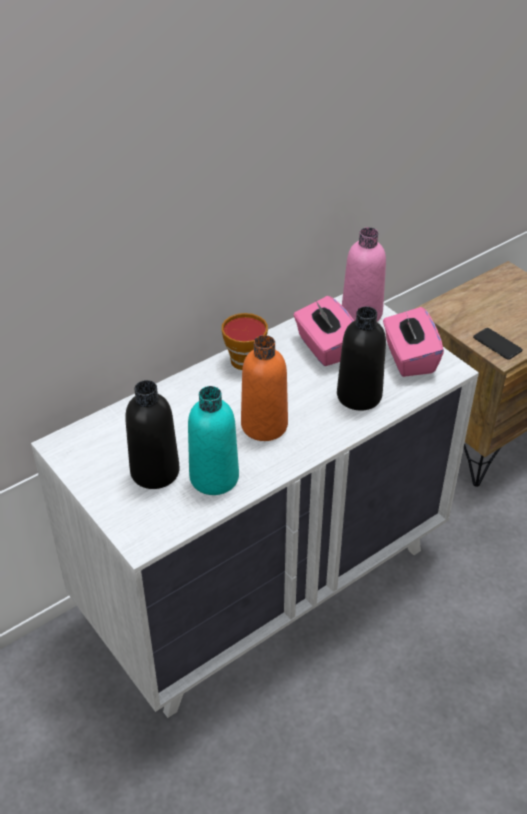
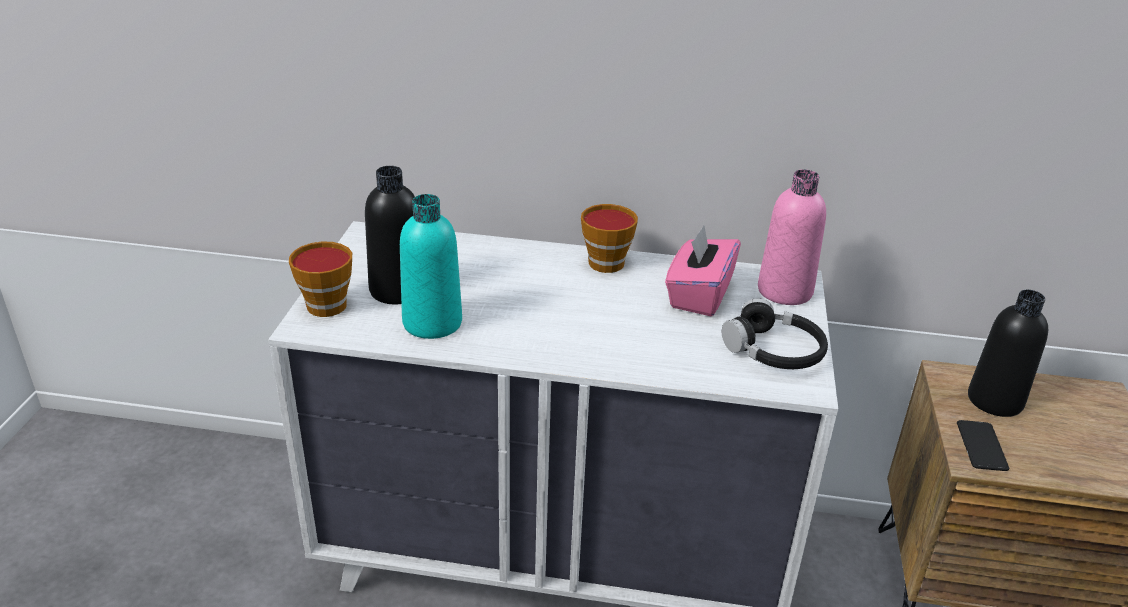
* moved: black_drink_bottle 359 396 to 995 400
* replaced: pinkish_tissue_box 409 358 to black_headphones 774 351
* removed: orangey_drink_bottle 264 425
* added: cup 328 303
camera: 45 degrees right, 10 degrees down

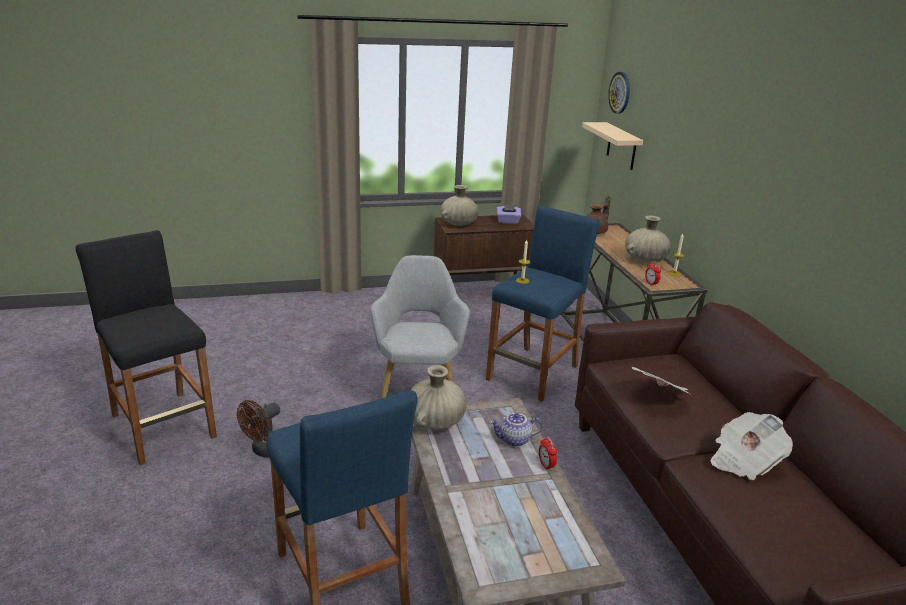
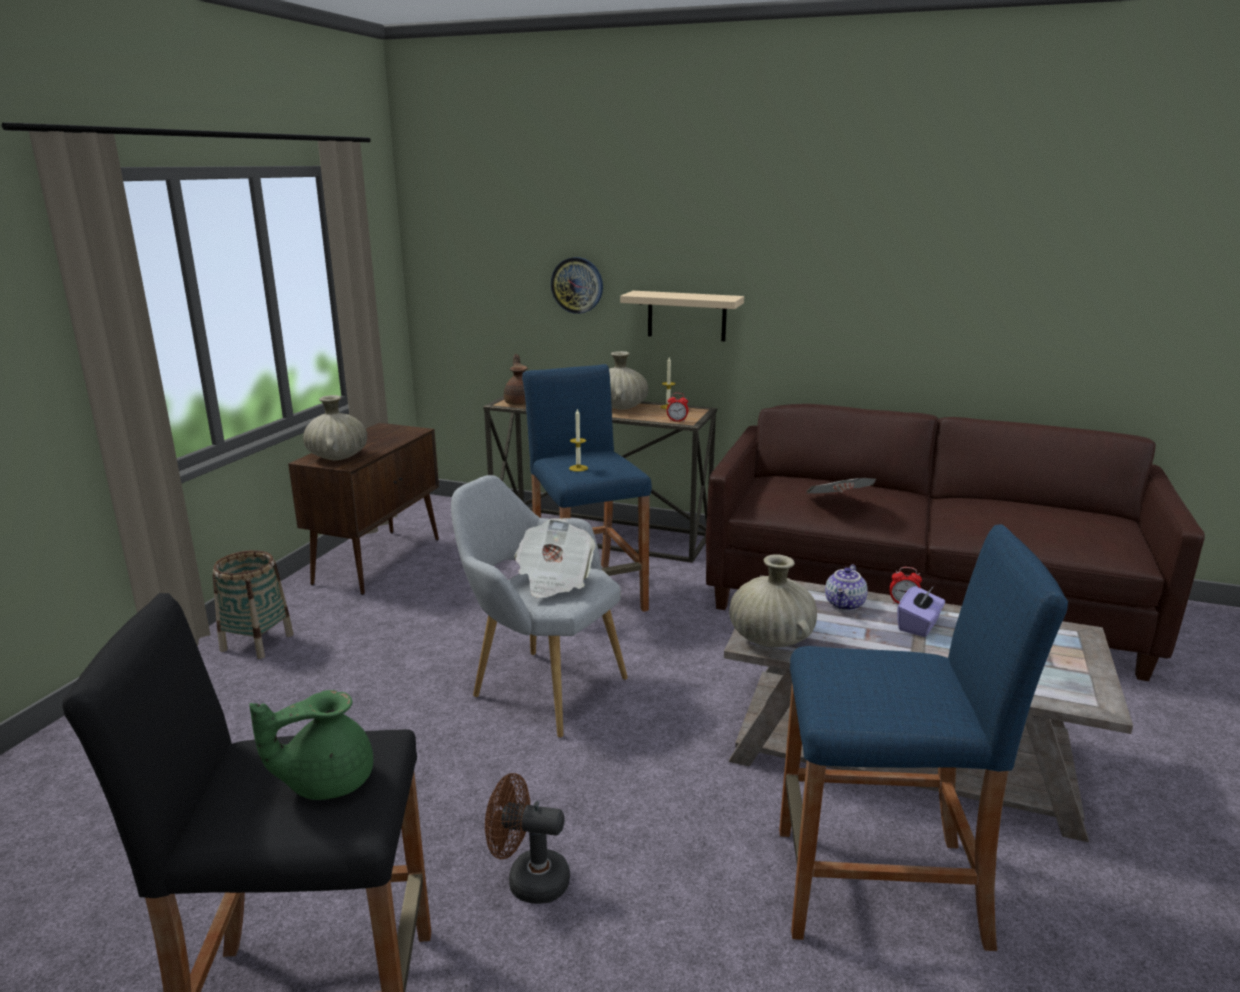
* moved: wall_clock 620 92 to 577 285
* moved: sand-coloured_shelf 621 146 to 686 316
* moved: purplish_tissue_box 508 222 to 919 625
* turned: brown_fan 264 450 = 528 880 120 degrees clockwise
* moved: daily_paper 744 460 to 554 579
* added: household_basket 257 642
* added: green-coloured_teapot 326 781
camera: 55 degrees left, 5 degrees down

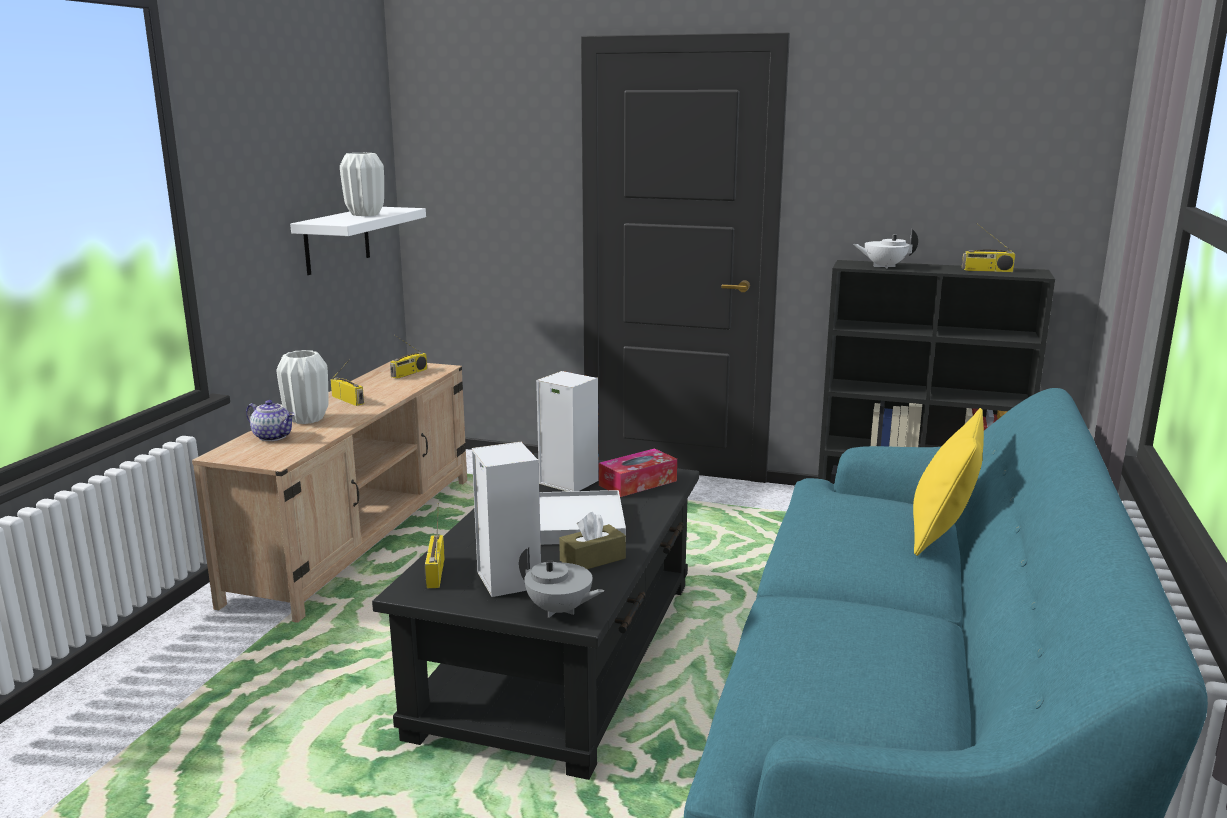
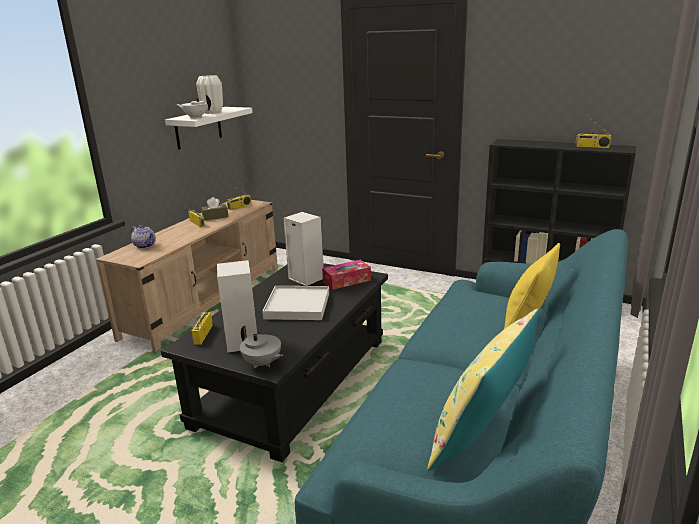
* moved: white_teapot 884 266 to 195 117
* removed: white_flower_vase 306 419
* moved: brown_tissue_box 592 559 to 215 217
* added: yellow-coloured_pillow 480 438
camera: 10 degrees right, 5 degrees up

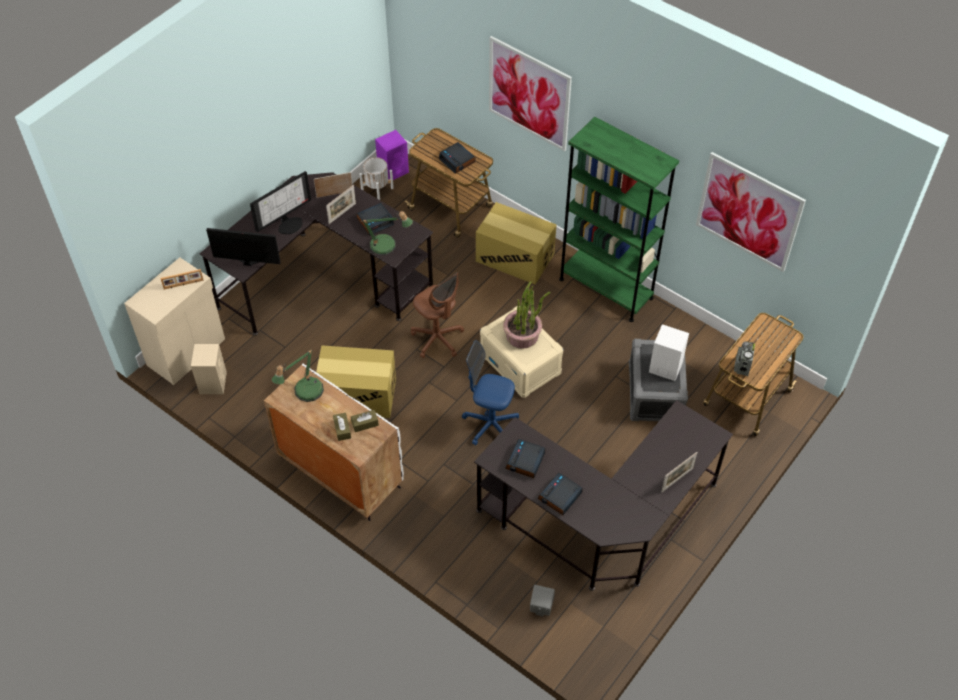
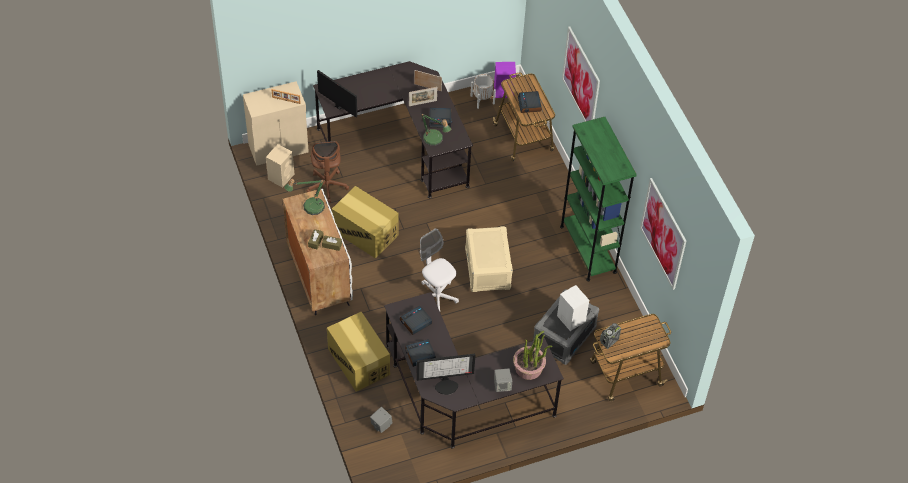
* moved: monitor 289 224 to 446 384
* moved: packing_box 515 257 to 359 362
* moved: brown_desk_chair 437 339 to 327 186
* moved: potted_plant 522 335 to 529 368
* recoloured: blue_desk_chair 490 425 to white_desk_chair 436 297
* replaced: standing_frame 677 480 to greyish_loudspeaker 502 386
camera: 30 degrees right, 0 degrees up

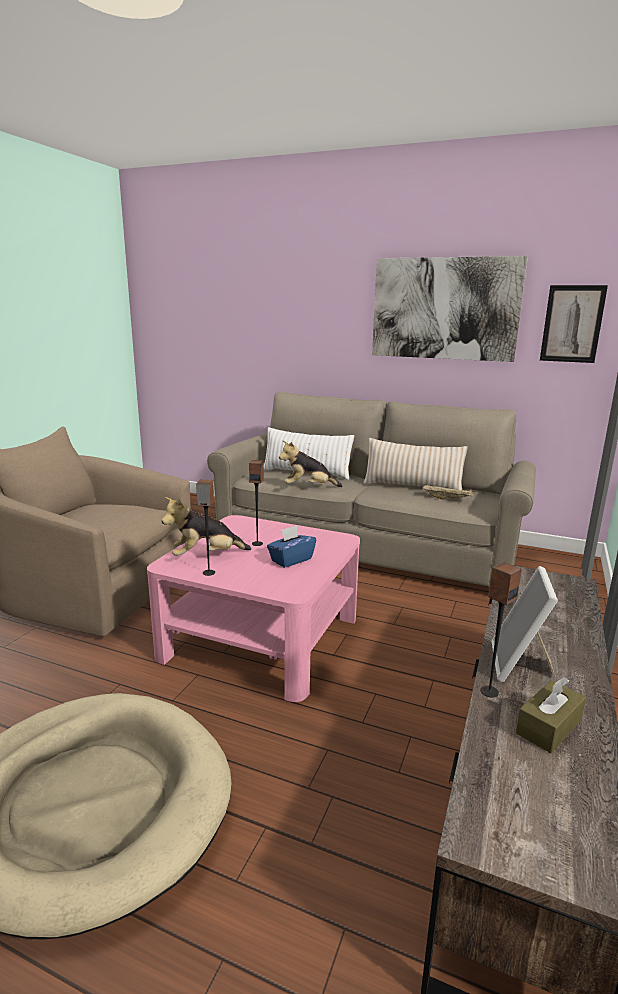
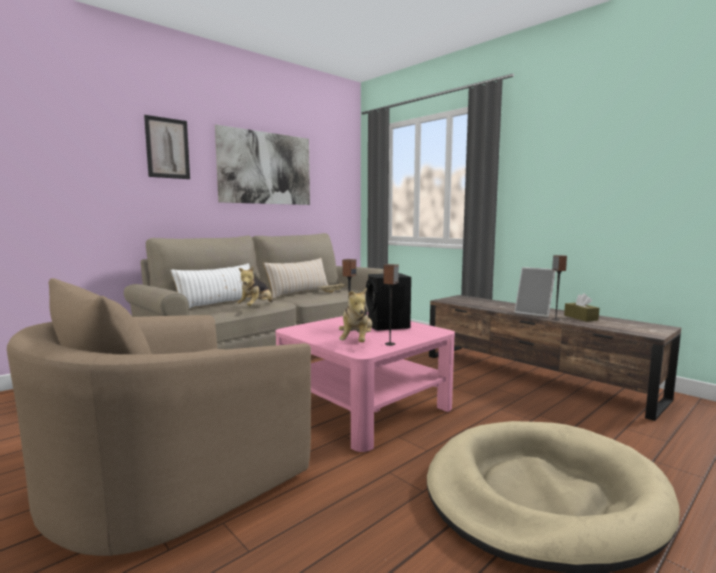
* moved: wall_picture 572 324 to 167 148
* replaced: blue_tissue_box 291 560 to black_loudspeaker 388 326
camera: 65 degrees left, 10 degrees down

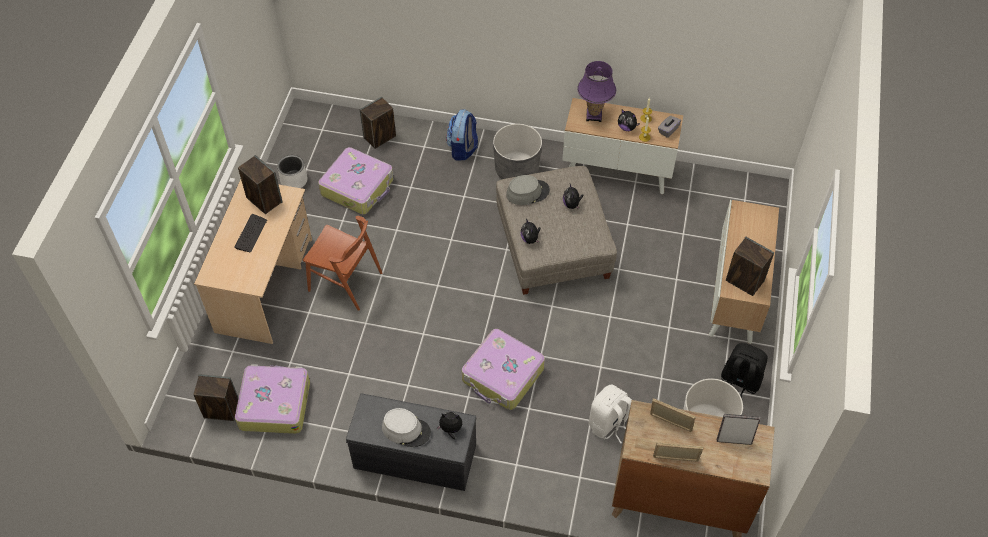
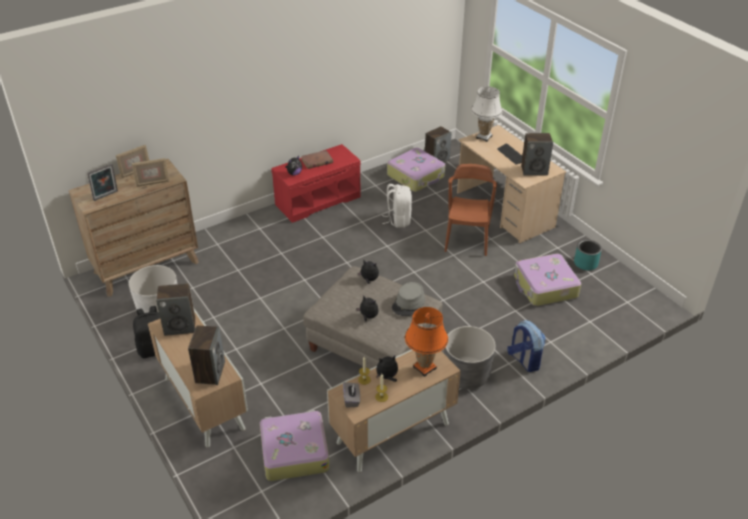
* recoloured: purplish_lamp_for_a_table 594 115 to orangey_lamp_for_a_table 424 368
* moved: loudspeaker 379 137 to 210 372
* recoloured: white_plant_pot 294 180 to blue-green_plant_pot 586 263
* turned: brown_plain_chair 345 281 = 467 239 120 degrees clockwise
* moved: suitcase 503 376 to 294 451
* moved: white_knapsack 608 424 to 398 220
* recoloured: greyish_long_seat 414 457 to red-coloured_long_seat 318 200
* replaced: greyish_clothing_hat 406 430 to brown_bound_book 317 161
* added: white_lamp_for_a_table 484 137
camera: 135 degrees right, 15 degrees down

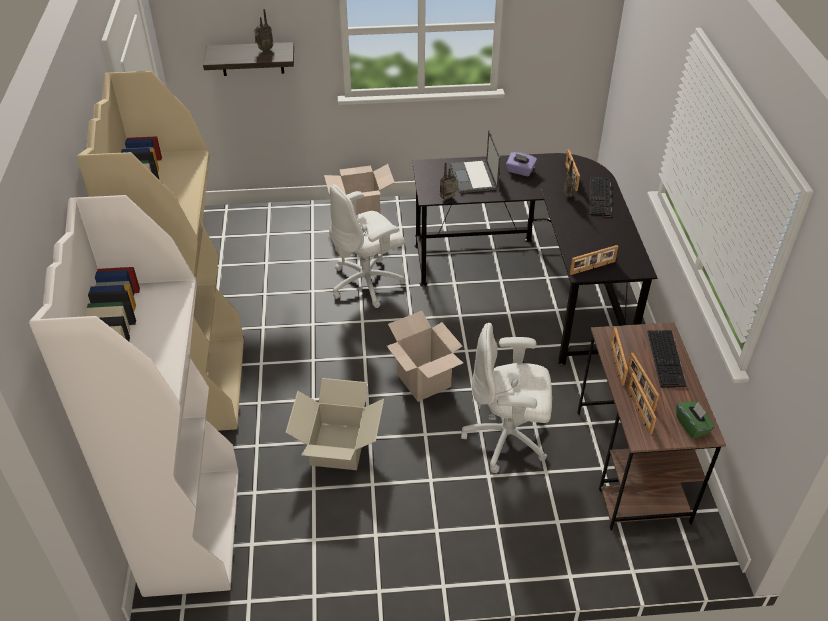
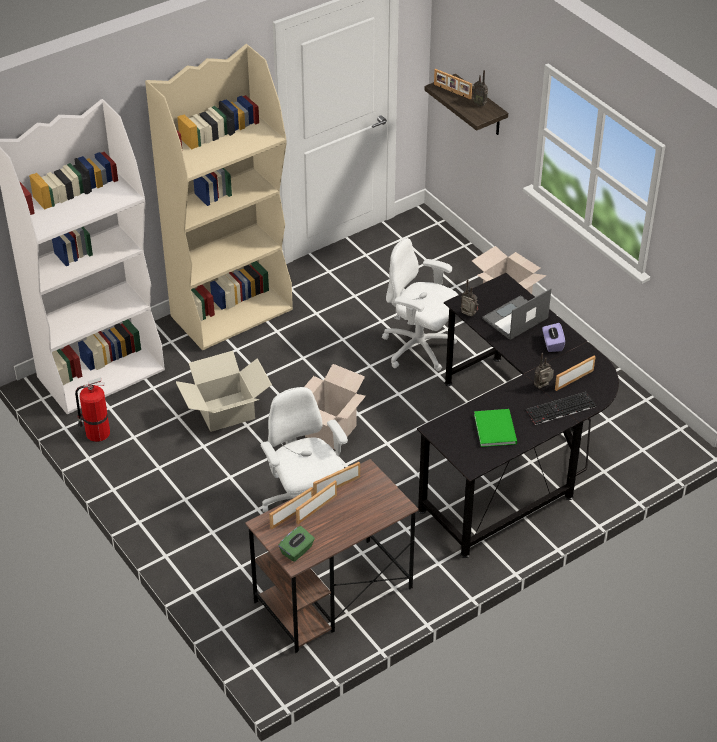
* moved: standing_frame 593 268 to 452 92
* removed: keyboard 667 359
* added: extinguisher 96 433
* added: green-coloured_bound_book 496 428
camera: 60 degrees right, 0 degrees up

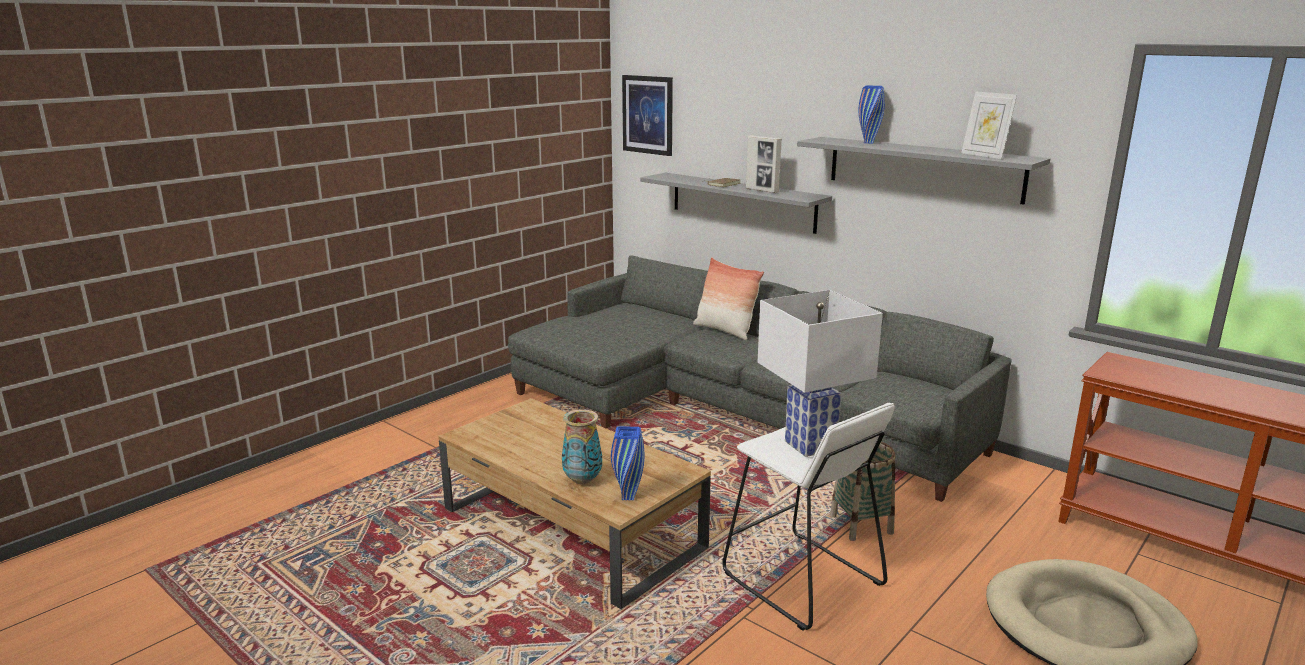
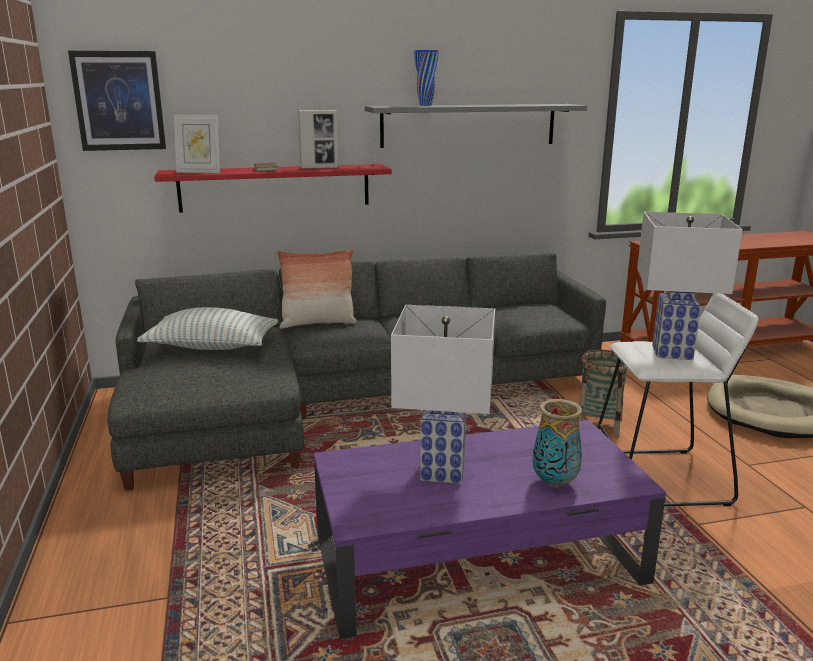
* moved: standing_frame 984 155 to 199 172
* recoloured: greyish_shelf 742 202 to red-coloured_shelf 275 187
* recoloured: brown_low_table 572 529 to purplish_low_table 479 560
* removed: blue_flower_vase 628 497
* added: white_lamp_for_a_table 444 471
* added: pillow 212 347
camera: 55 degrees left, 0 degrees up

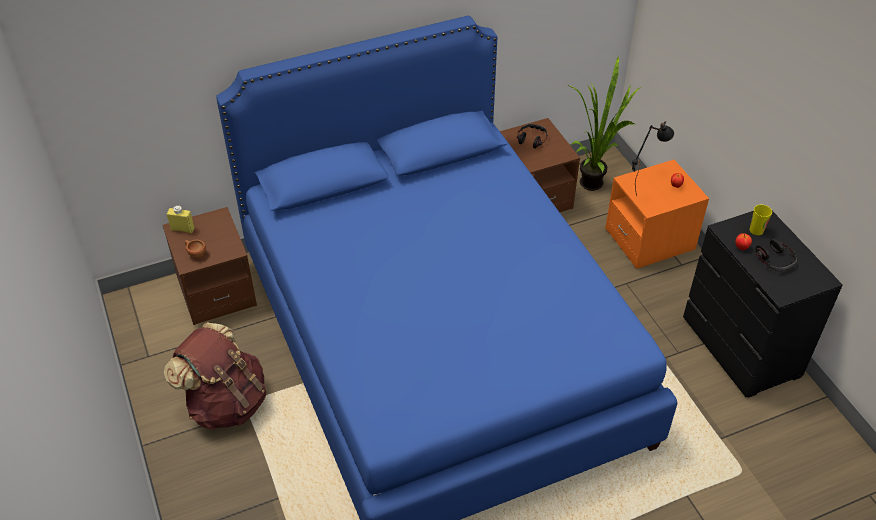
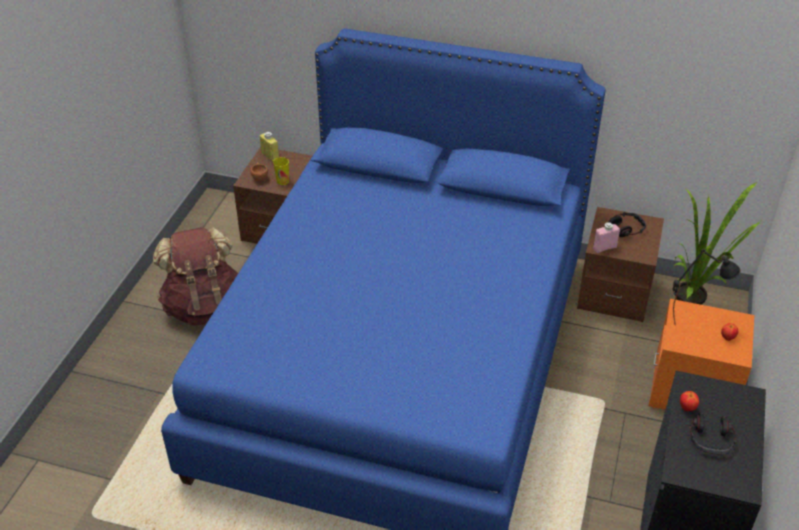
* moved: cup 756 230 to 282 181
* added: pinkish_drink_bottle 604 248
camera: 40 degrees right, 5 degrees down

